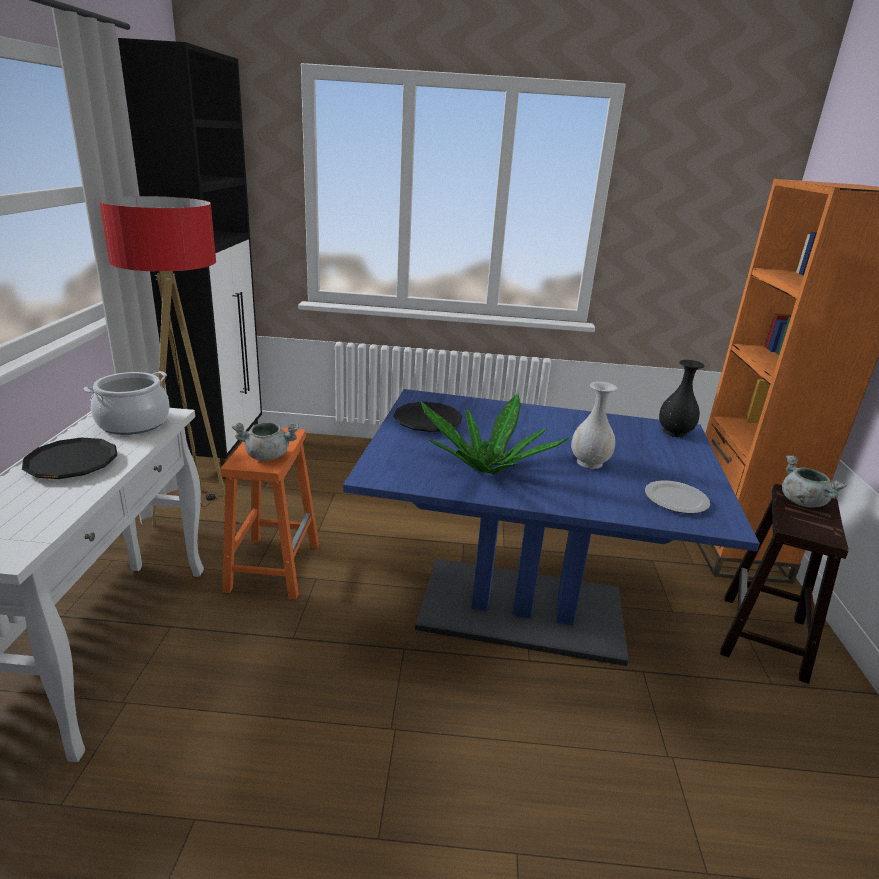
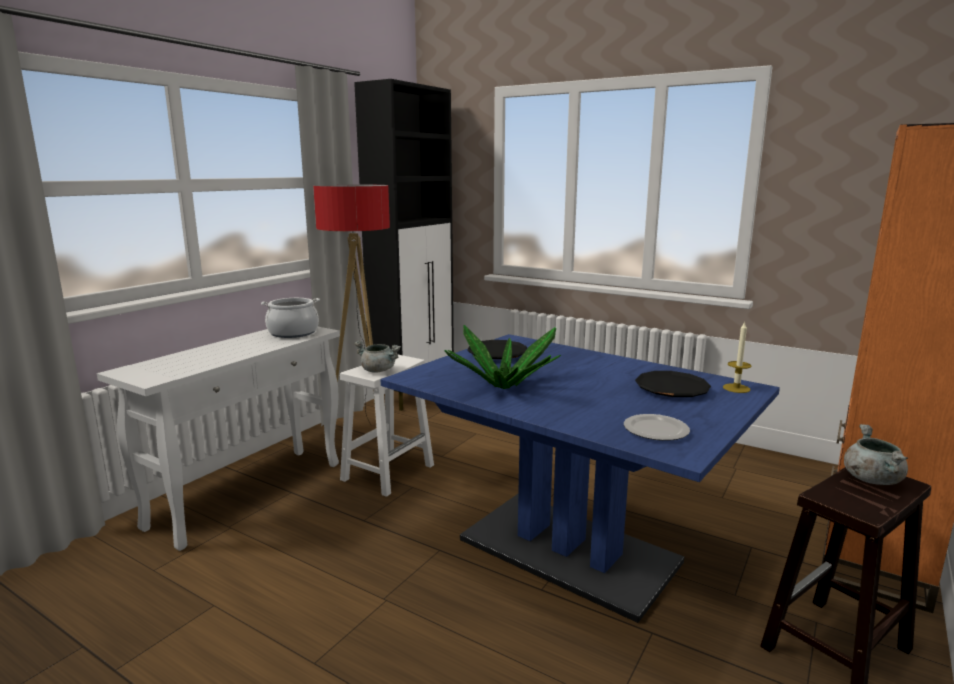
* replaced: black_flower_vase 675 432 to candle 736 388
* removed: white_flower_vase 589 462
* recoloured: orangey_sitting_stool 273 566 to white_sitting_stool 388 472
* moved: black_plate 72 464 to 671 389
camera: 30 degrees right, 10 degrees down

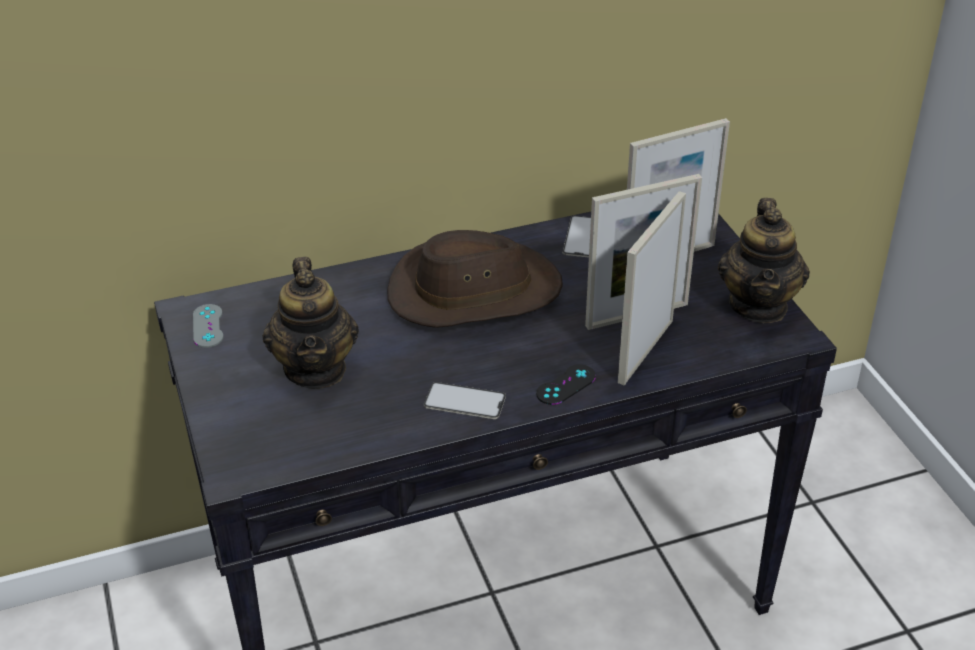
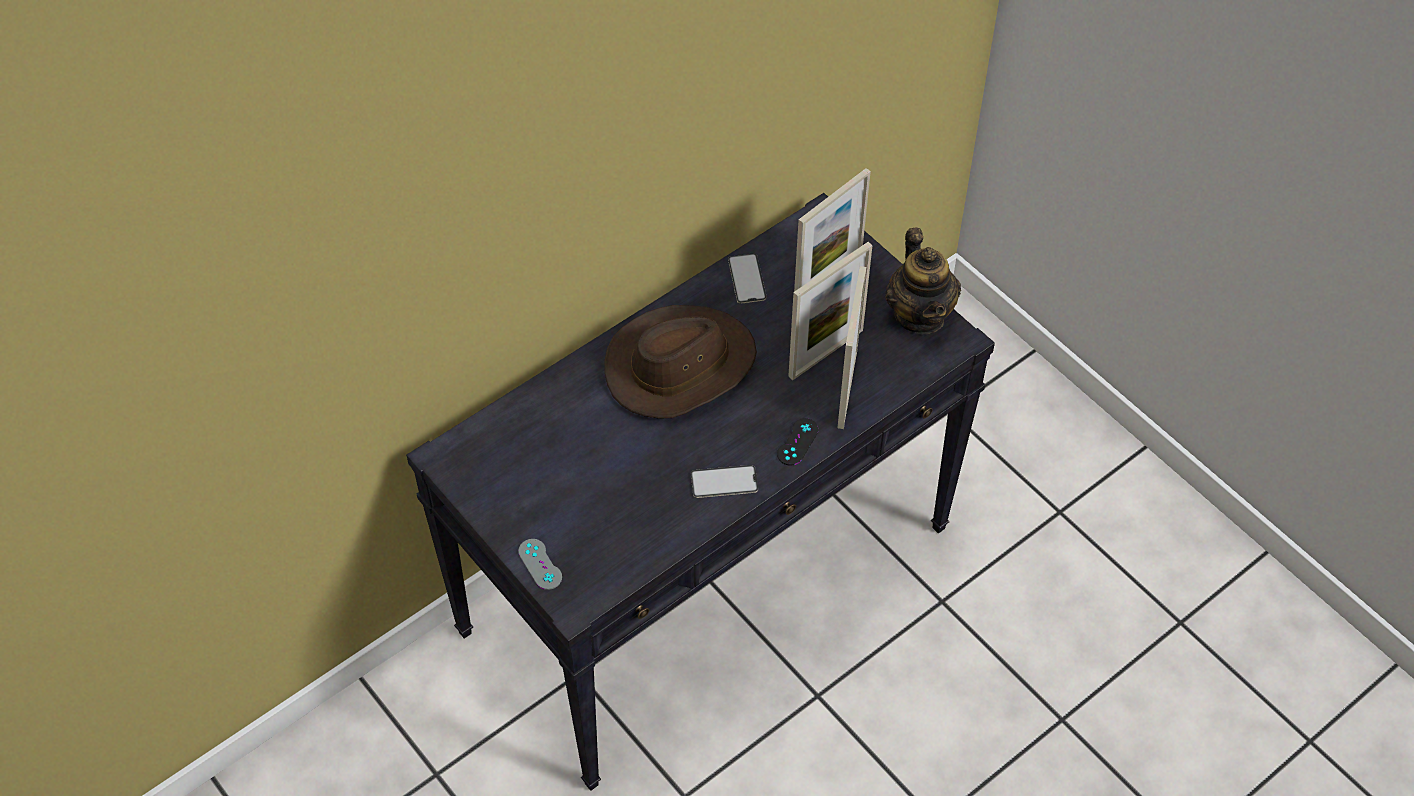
* removed: teapot 316 369
* moved: greyish_joypad 208 326 to 540 564
camera: 20 degrees left, 15 degrees up

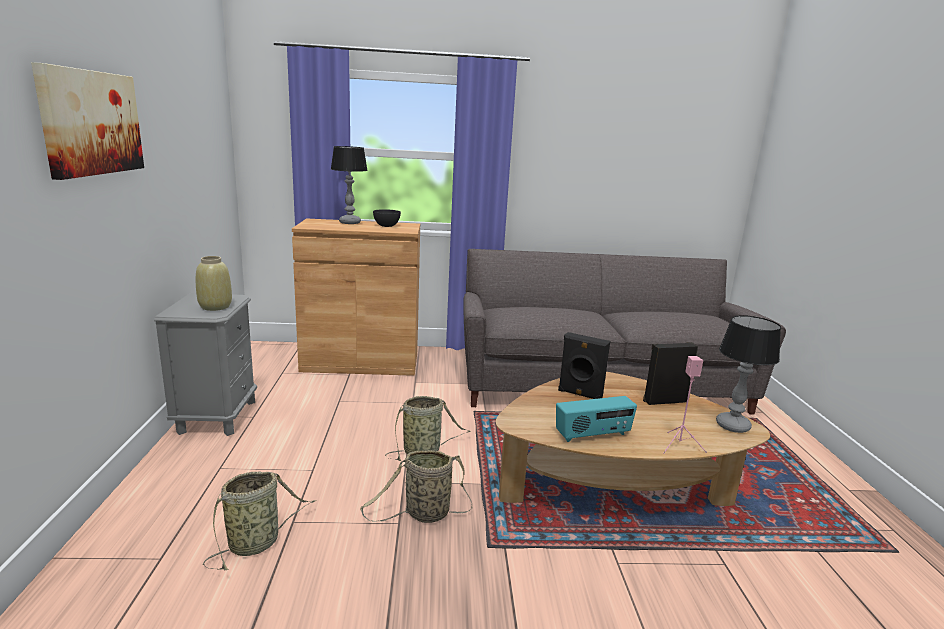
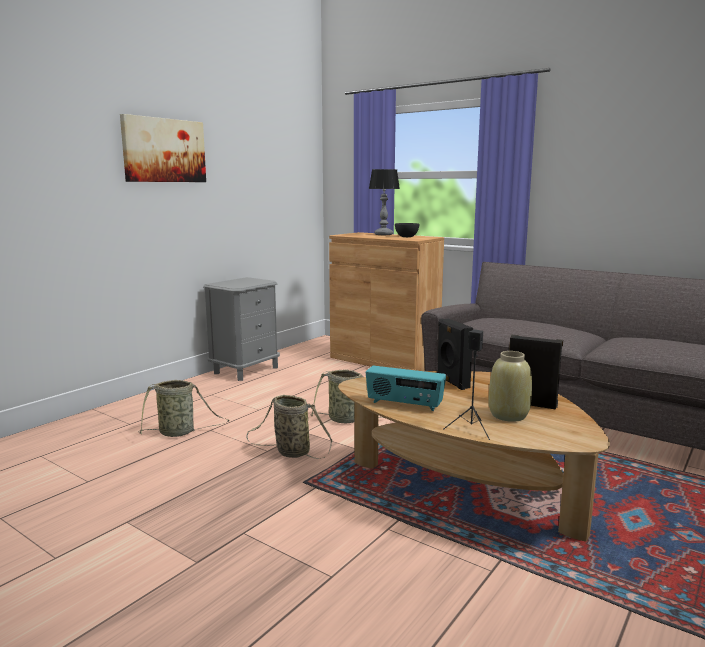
* moved: sand-coloured_flower_vase 215 307 to 508 415
* removed: lamp_for_a_table 733 426
* recoloured: pinkish_loudspeaker 679 445 to black_loudspeaker 471 429
camera: 40 degrees right, 5 degrees down

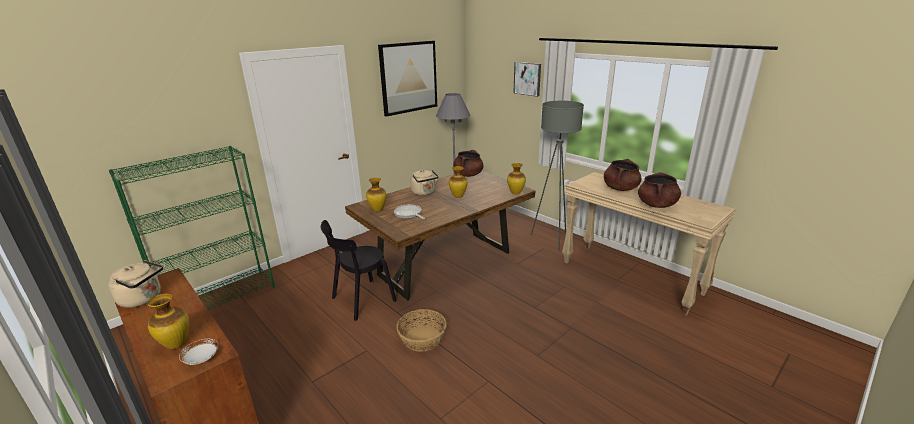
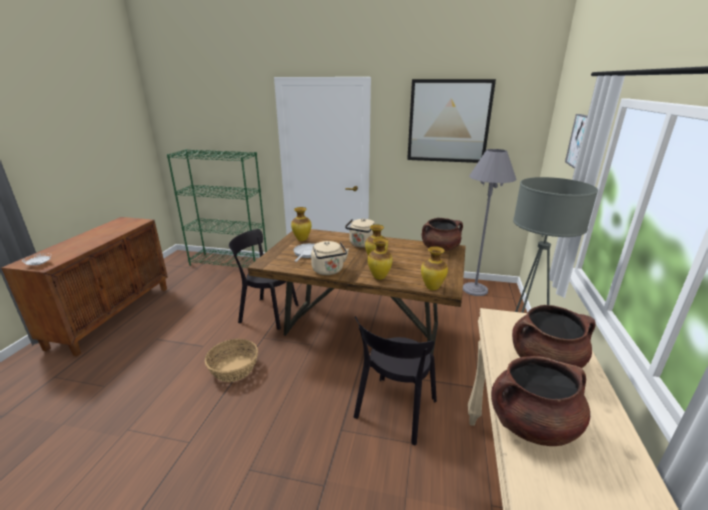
* moved: sand-coloured_tea_kettle 143 299 to 329 271
* moved: flower_vase 177 344 to 379 277
* added: black_plain_chair 394 411
camera: 55 degrees right, 0 degrees up

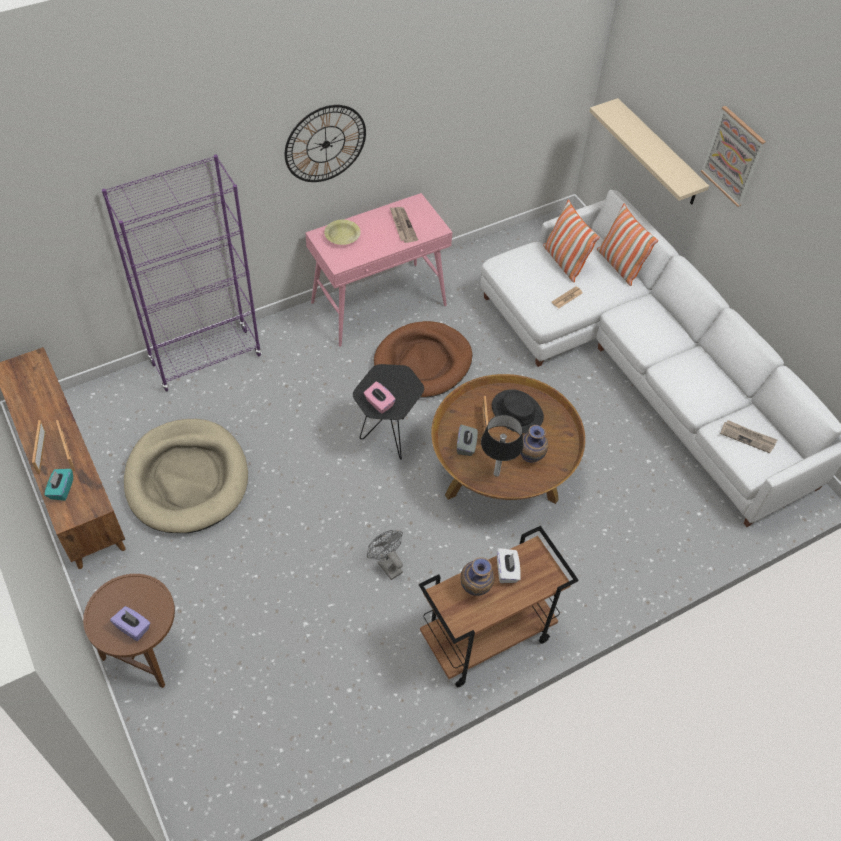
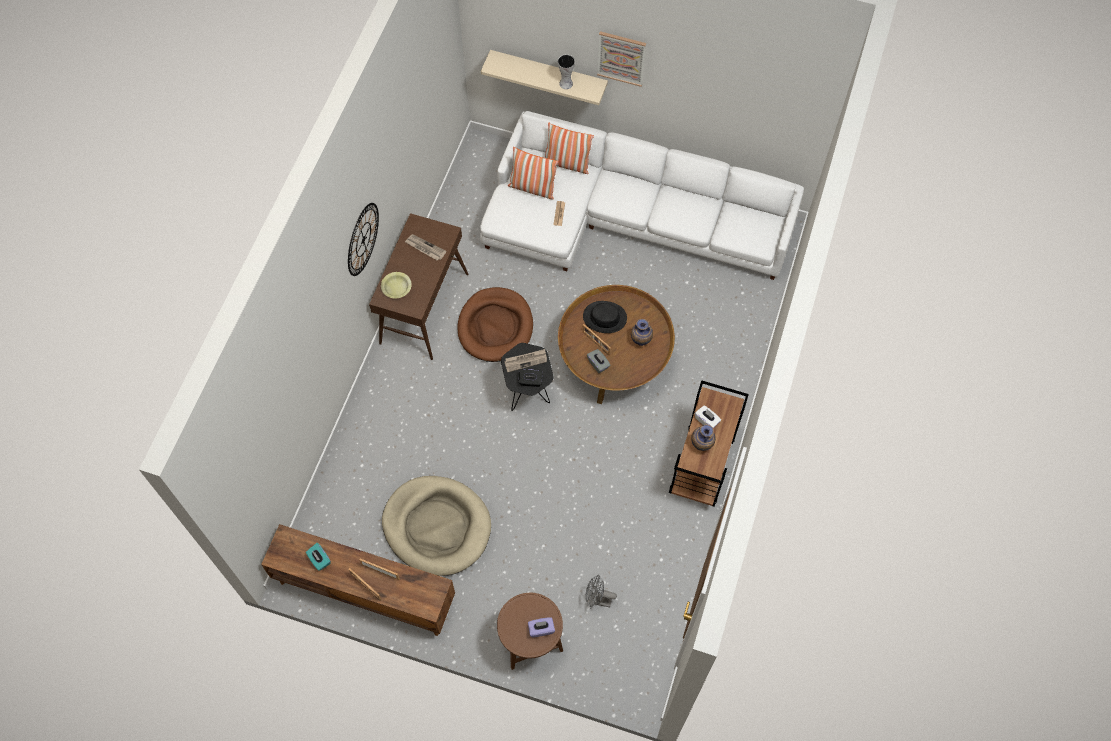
* removed: purplish_bookcase 206 359
* recoloured: pinkish_console_table 379 303 to brown_console_table 424 308
* recoloured: pinkish_tissue_box 379 404 to black_tissue_box 530 381
* removed: lamp_for_a_table 497 473
* moved: daily_paper 748 437 to 526 361
* moved: blue-green_tissue_box 61 489 to 319 560
* moved: greyish_fan 387 565 to 598 600
* added: flower_vase 565 83
camera: 40 degrees left, 10 degrees up

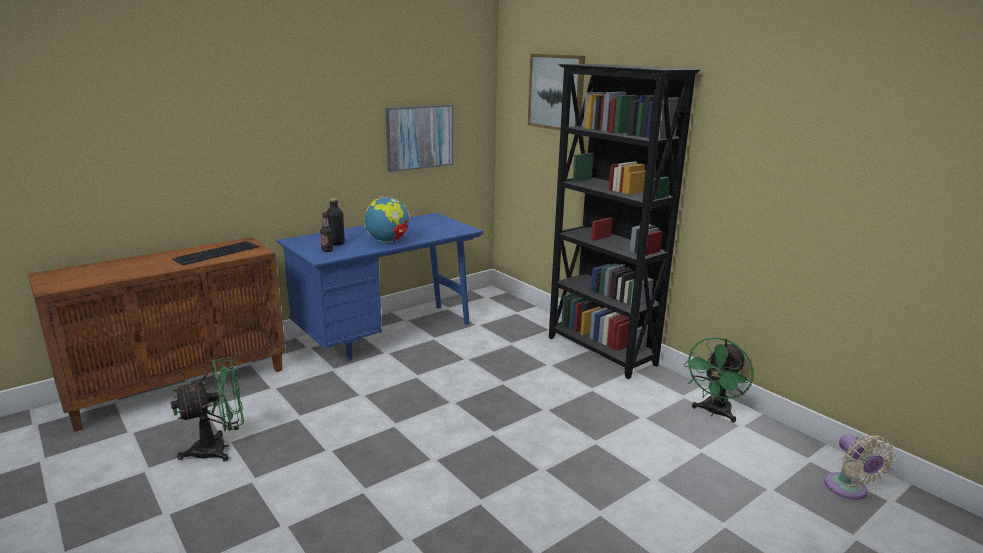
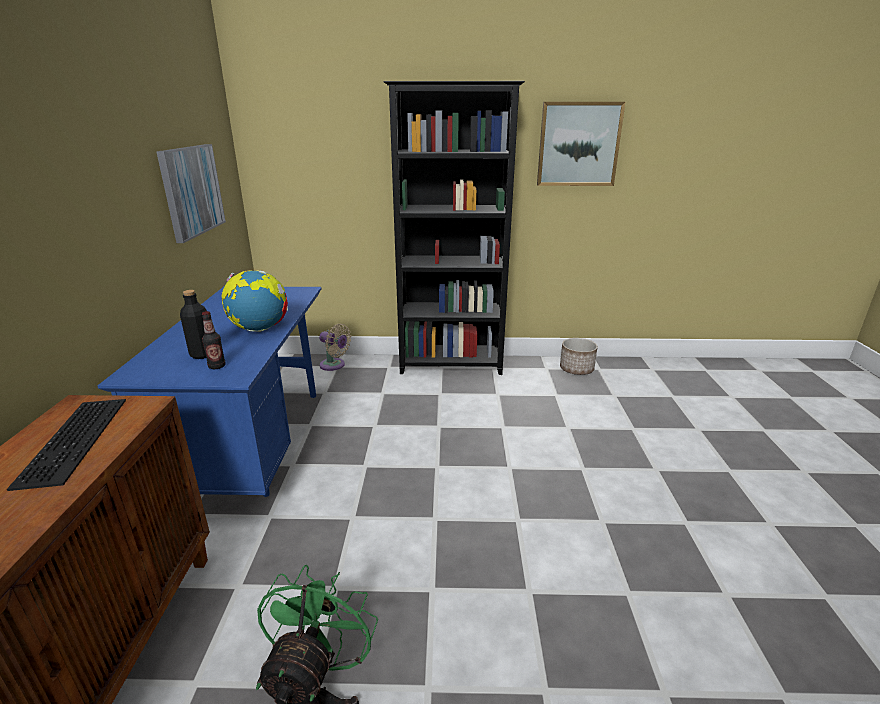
* moved: wall_picture 556 92 to 578 144
* replaced: green-coloured_fan 714 412 to plant_pot 576 369
* moved: sand-coloured_fan 848 490 to 334 365
camera: 50 degrees left, 5 degrees up

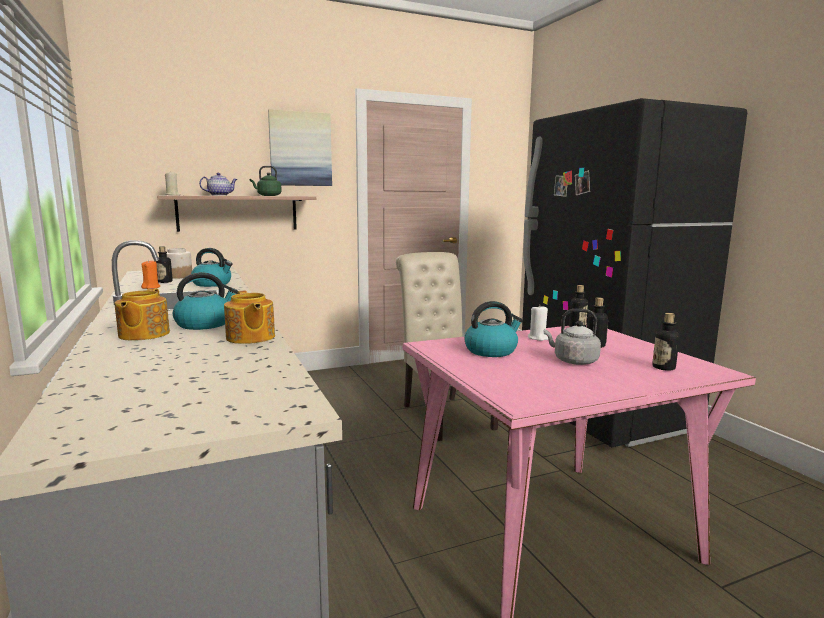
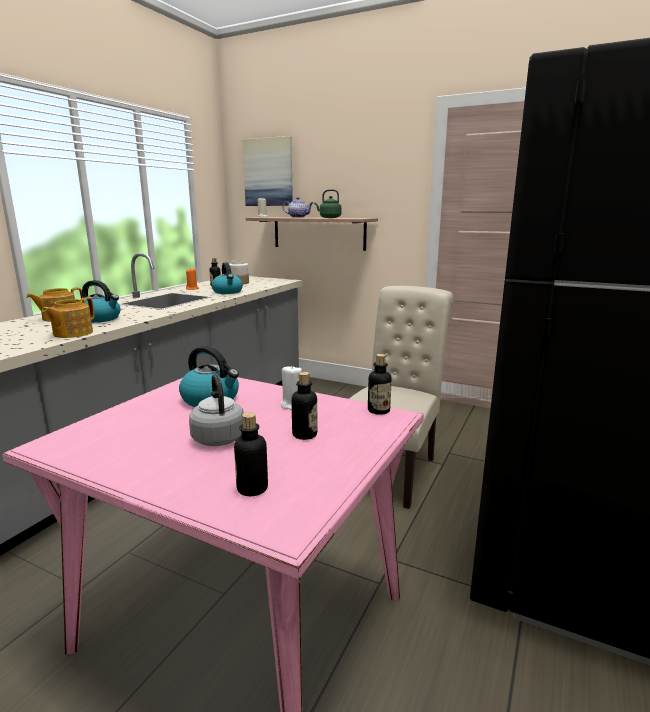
* moved: wall_picture 300 149 to 268 172
camera: 50 degrees right, 5 degrees up

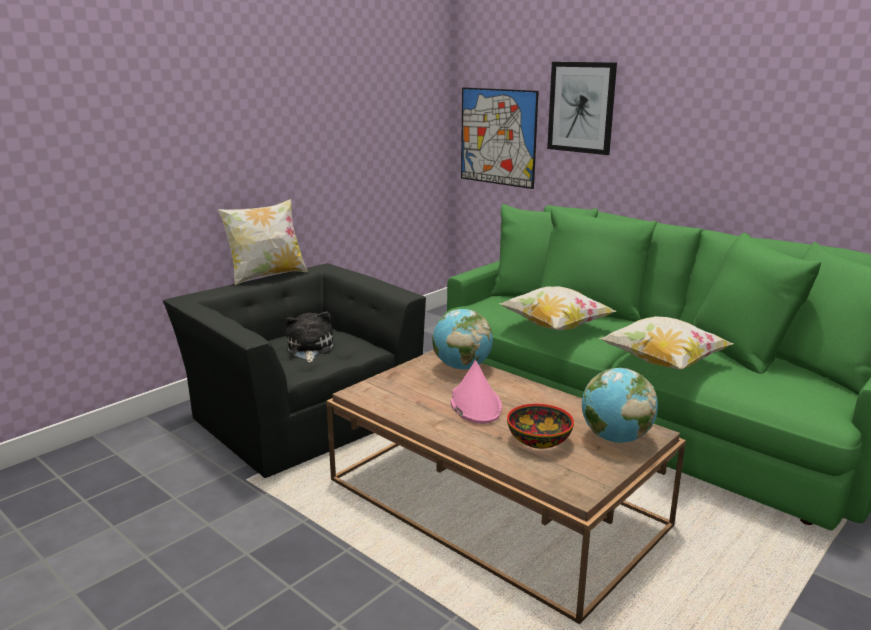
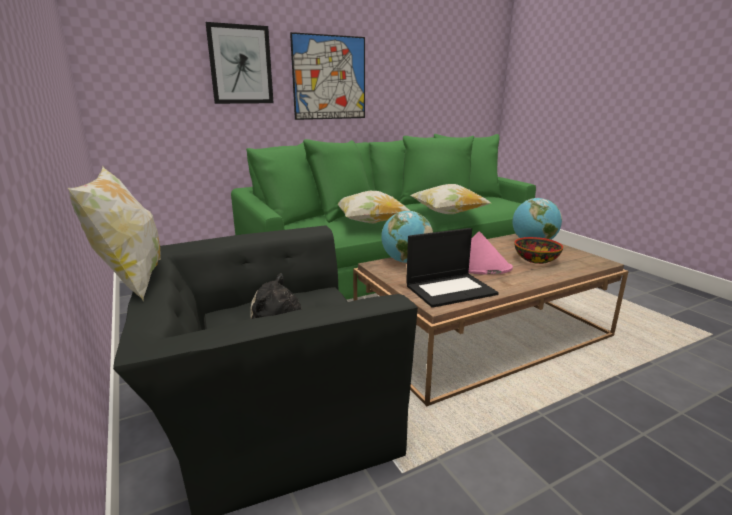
* moved: wall_picture 497 137 to 329 78
* added: laptop 451 289
camera: 70 degrees left, 0 degrees up

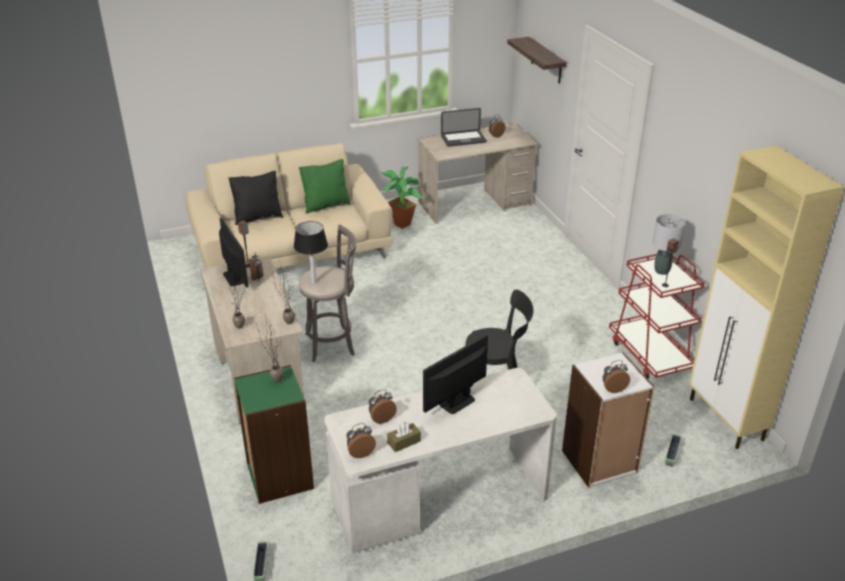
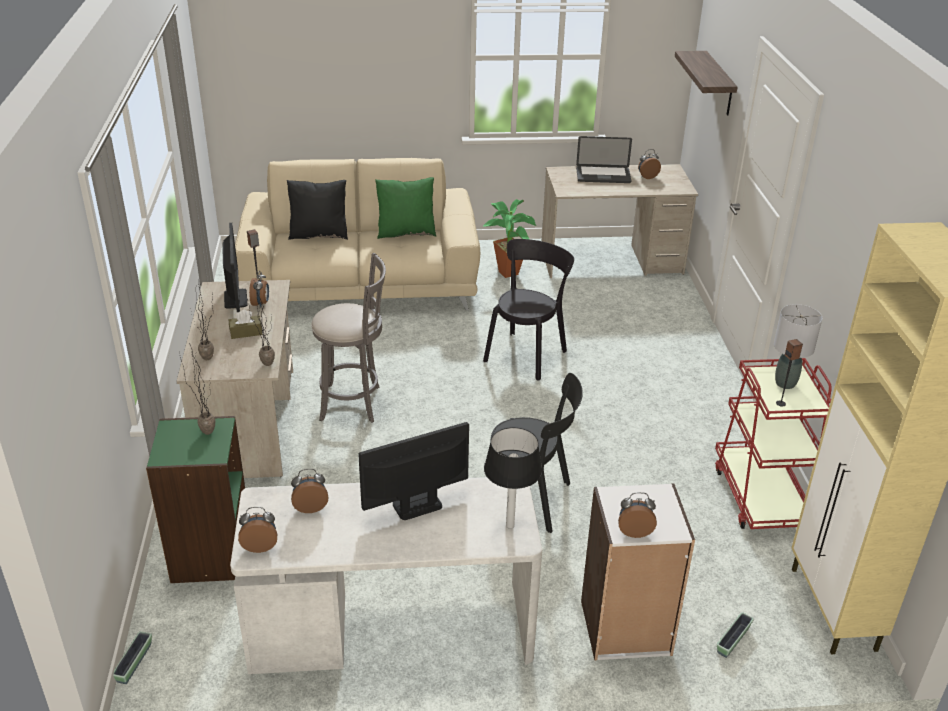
* moved: lamp_for_a_table 313 282 to 509 525
* moved: brown_tissue_box 404 442 to 246 332
* added: black_plain_chair 527 354
camera: 15 degrees right, 0 degrees up

